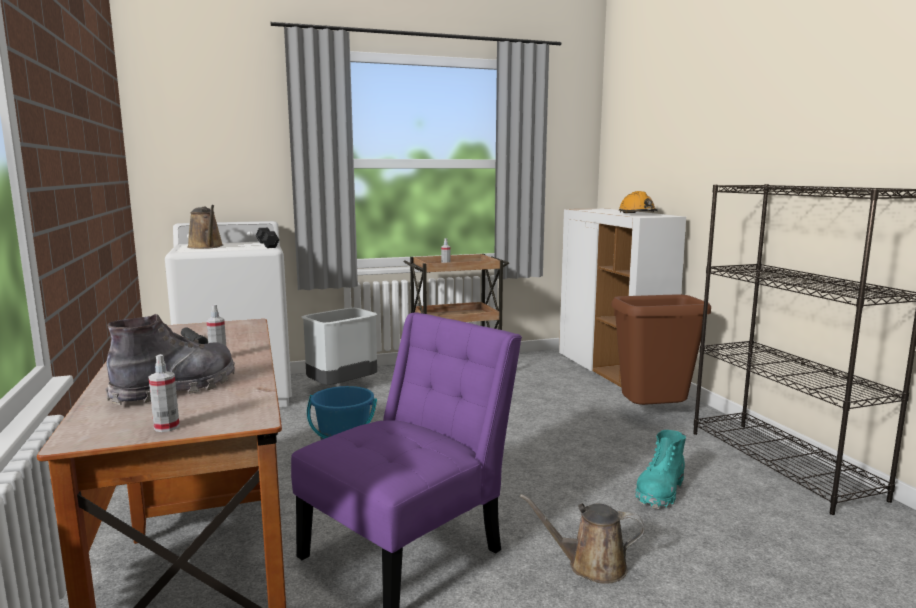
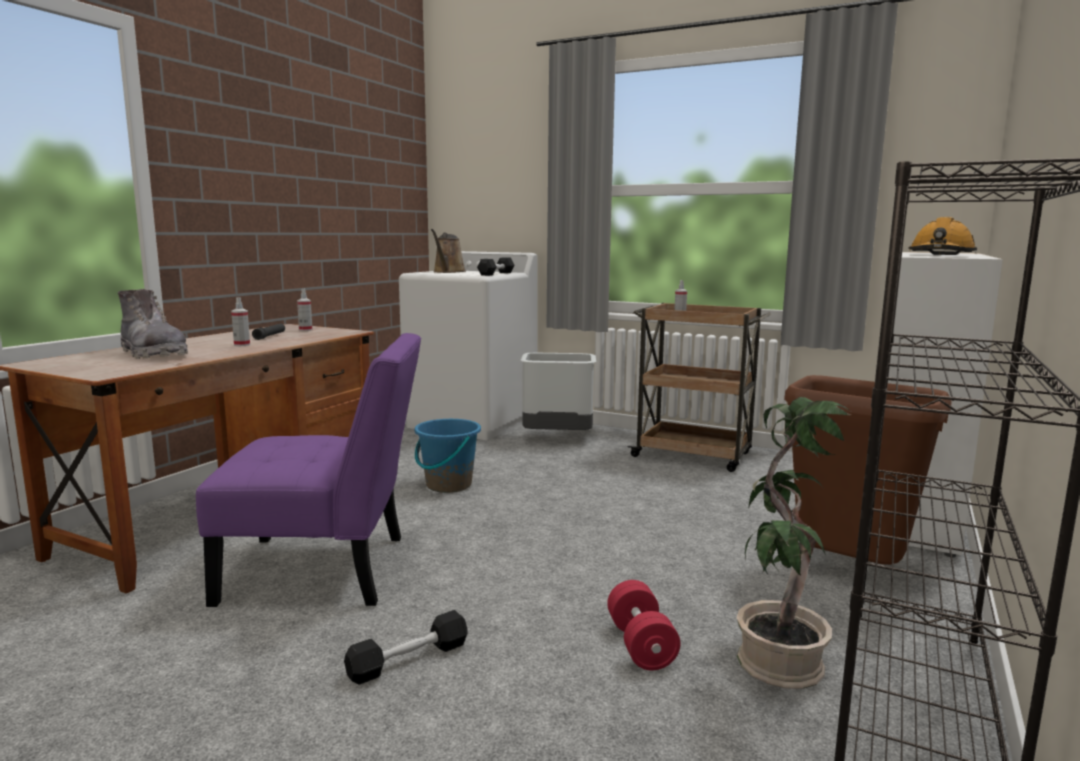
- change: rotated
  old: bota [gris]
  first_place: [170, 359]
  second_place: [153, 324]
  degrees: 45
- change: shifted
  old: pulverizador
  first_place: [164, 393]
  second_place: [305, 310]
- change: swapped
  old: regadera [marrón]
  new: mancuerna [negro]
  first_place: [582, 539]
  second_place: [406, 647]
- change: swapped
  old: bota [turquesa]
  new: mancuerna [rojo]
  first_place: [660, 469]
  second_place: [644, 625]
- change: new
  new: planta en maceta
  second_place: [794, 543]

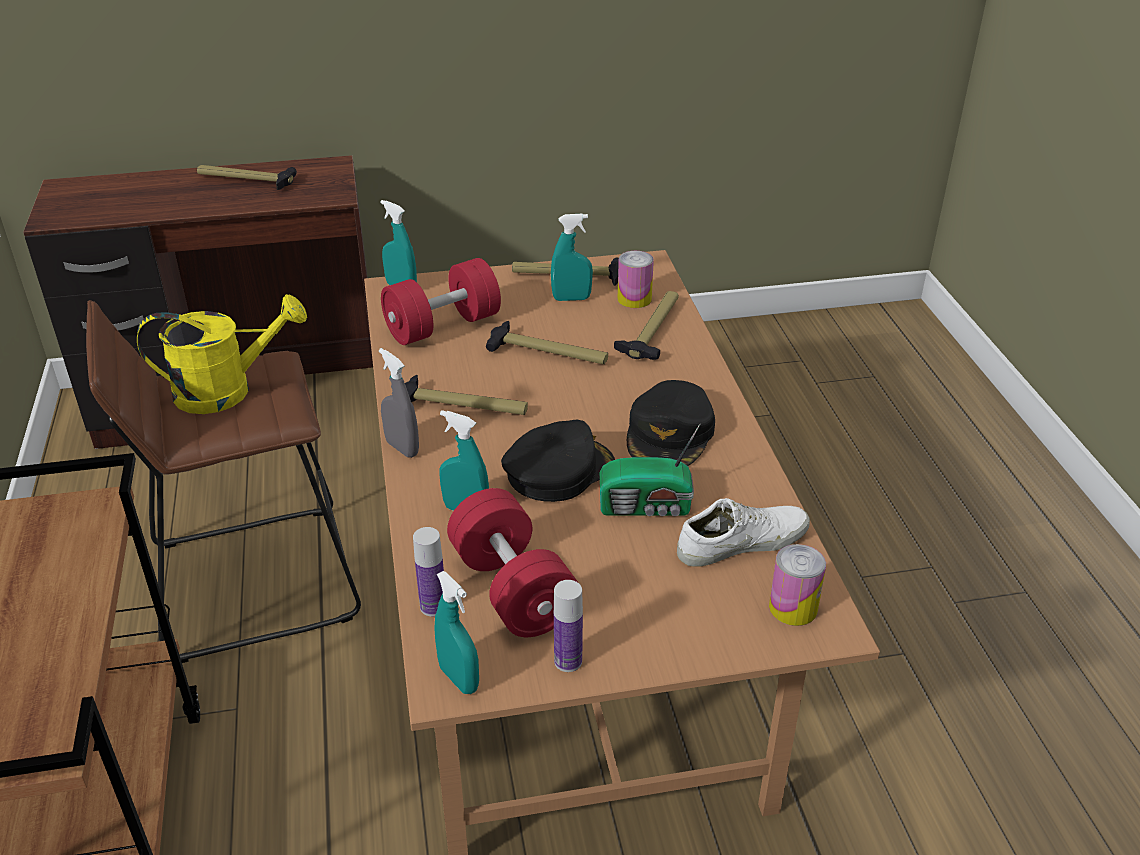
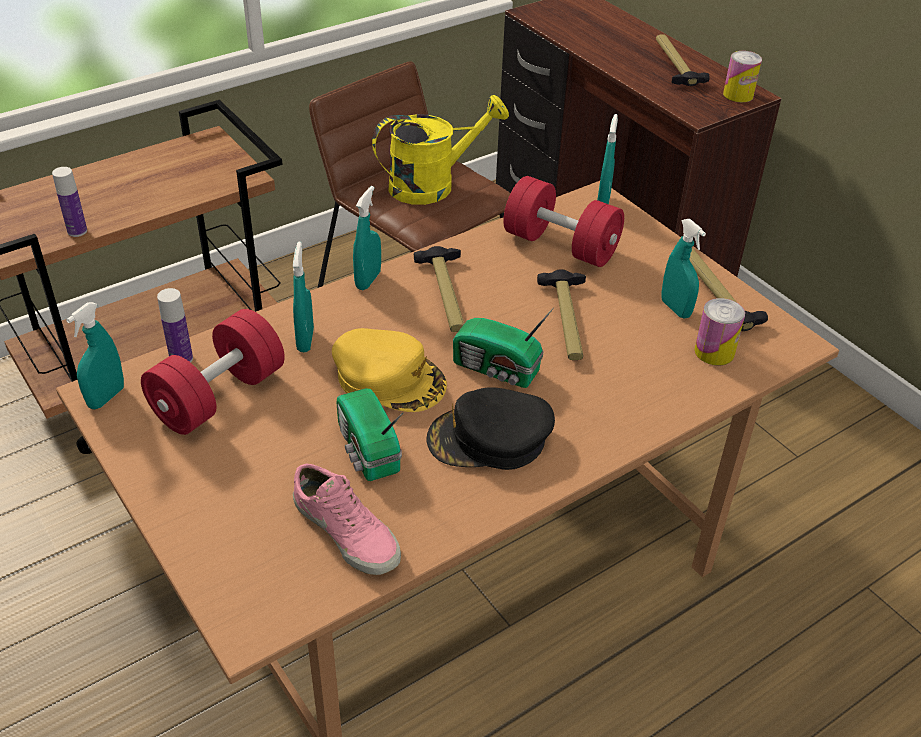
- change: shifted
  old: botella
  first_place: [568, 626]
  second_place: [69, 202]
- change: repainted
  old: zapato [blanco]
  new: zapato [rosa]
  first_place: [743, 532]
  second_place: [347, 519]
- change: repainted
  old: gorra [negro]
  new: gorra [amarillo]
  first_place: [558, 461]
  second_place: [389, 370]
- change: repainted
  old: pulverizador [gris]
  new: pulverizador [turquesa]
  first_place: [399, 403]
  second_place: [367, 238]
- change: rotated
  old: regadera [amarillo]
  first_place: [222, 354]
  second_place: [440, 150]
  degrees: -75
- change: new
  new: radio
  second_place: [503, 347]
- change: shifted
  old: lata
  first_place: [797, 585]
  second_place: [742, 76]
- change: gone
  old: martillo
  first_place: [646, 325]

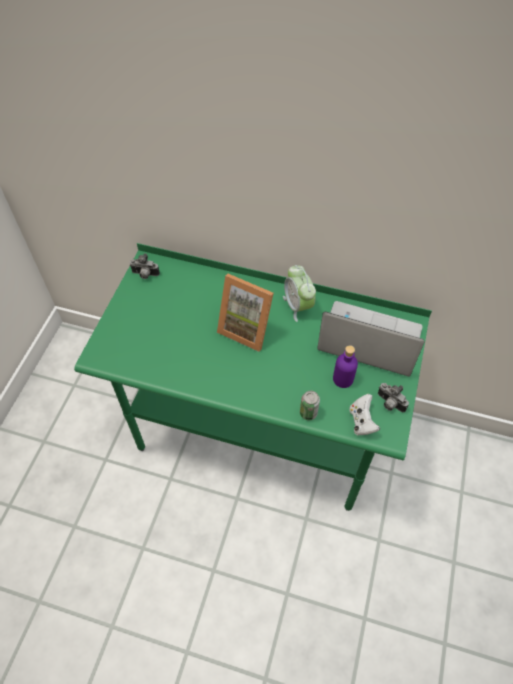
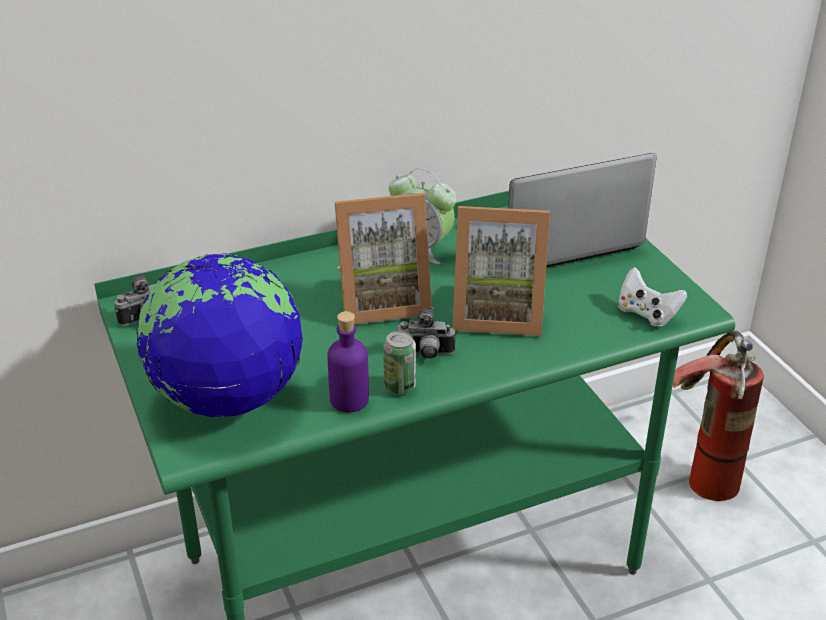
- change: new
  new: globo terráqueo
  second_place: [219, 335]
- change: shifted
  old: botella [morado]
  first_place: [345, 366]
  second_place: [348, 361]
- change: shifted
  old: lata
  first_place: [310, 405]
  second_place: [399, 362]
- change: shifted
  old: cámara
  first_place: [393, 397]
  second_place: [426, 332]
- change: new
  new: portarretratos
  second_place: [501, 271]
- change: new
  new: extintor
  second_place: [718, 416]

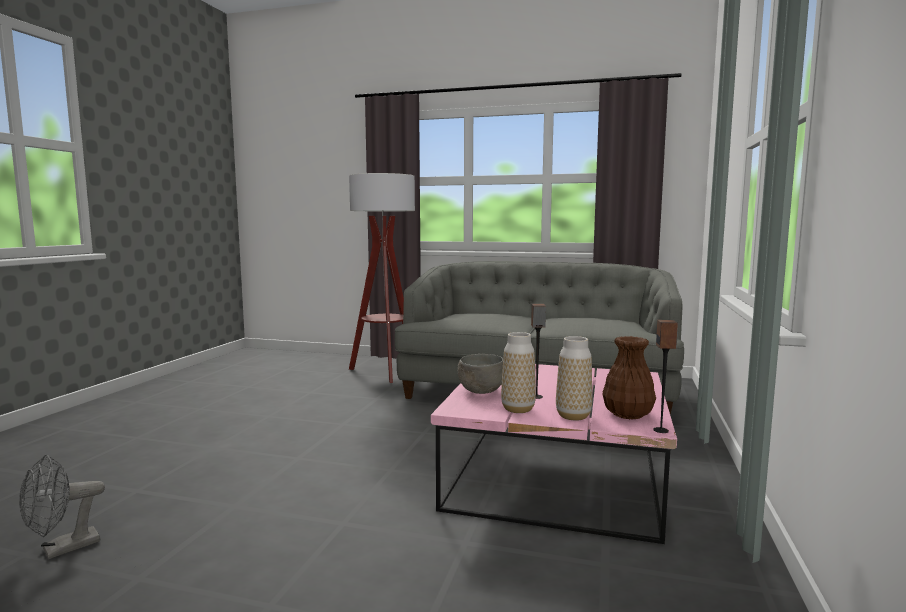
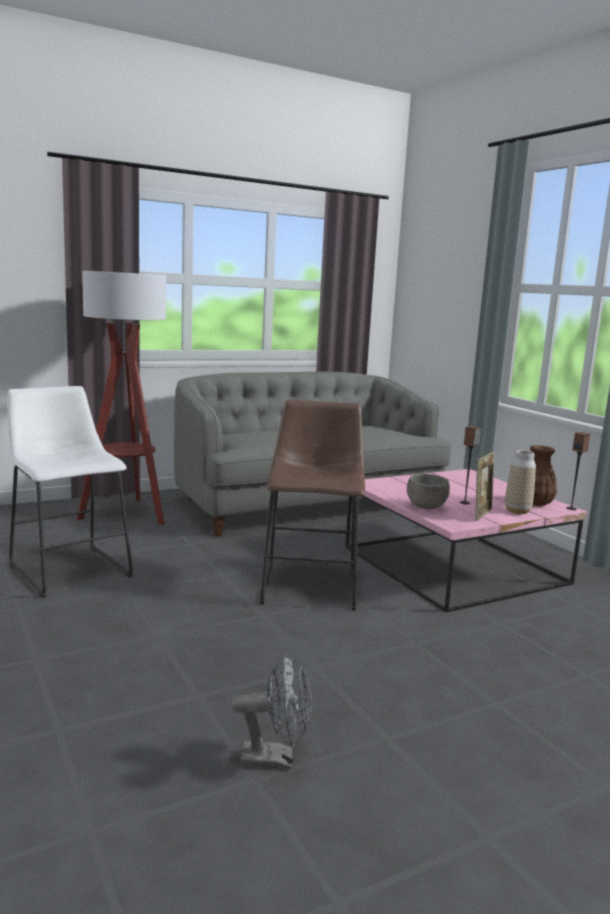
- change: new
  new: taburete [blanco]
  second_place: [70, 492]
- change: rotated
  old: ventilador [gris]
  first_place: [62, 507]
  second_place: [271, 711]
  degrees: -90
- change: new
  new: taburete [marrón]
  second_place: [312, 505]
- change: swapped
  old: florero
  new: portarretratos
  first_place: [518, 372]
  second_place: [484, 486]

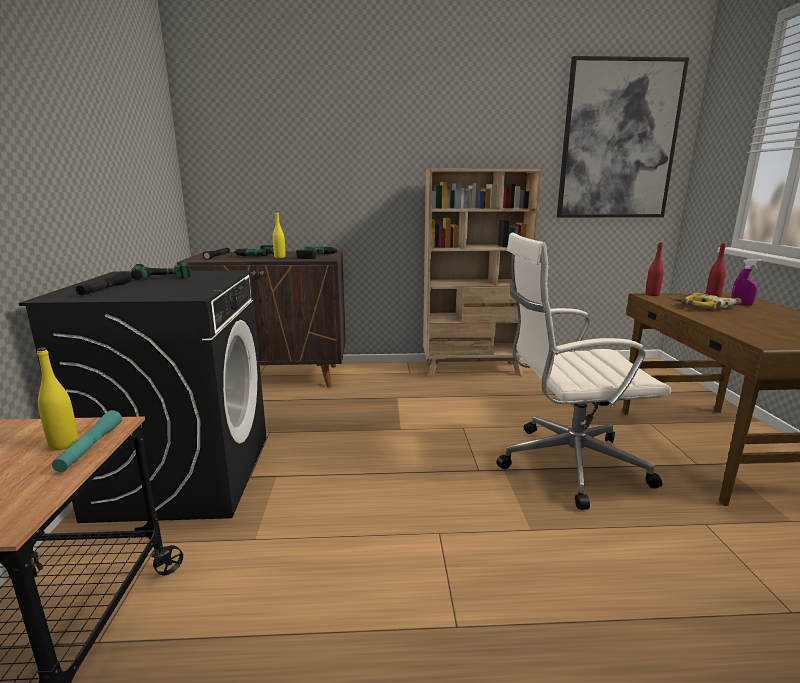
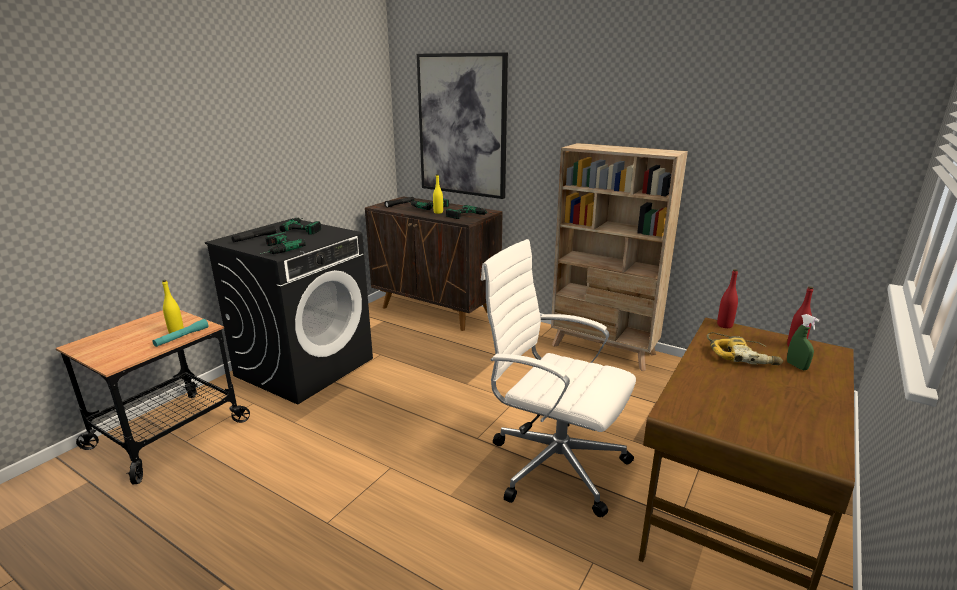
- change: new
  new: taladro
  second_place: [283, 243]
- change: shifted
  old: cuadro
  first_place: [623, 137]
  second_place: [462, 125]
- change: repainted
  old: pulverizador [morado]
  new: pulverizador [verde]
  first_place: [746, 282]
  second_place: [803, 342]

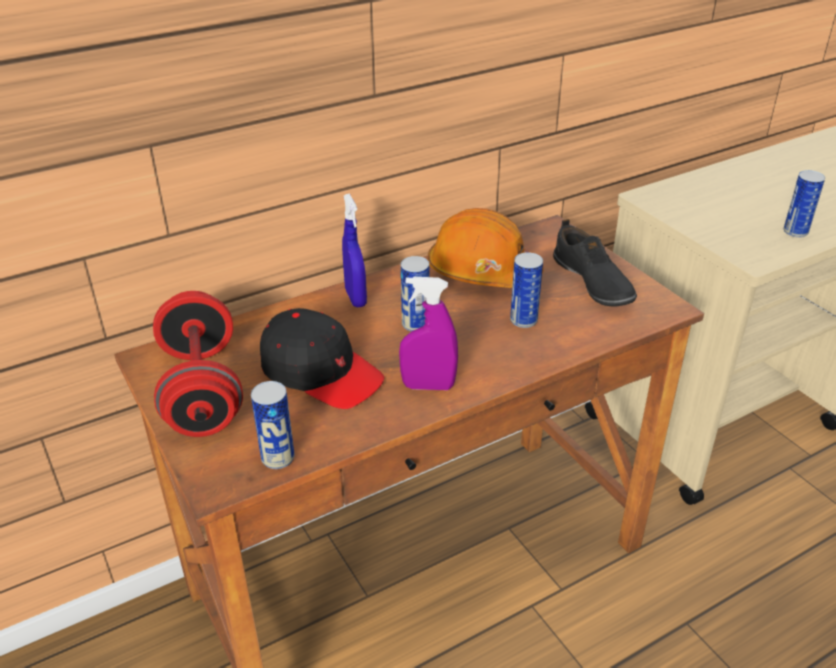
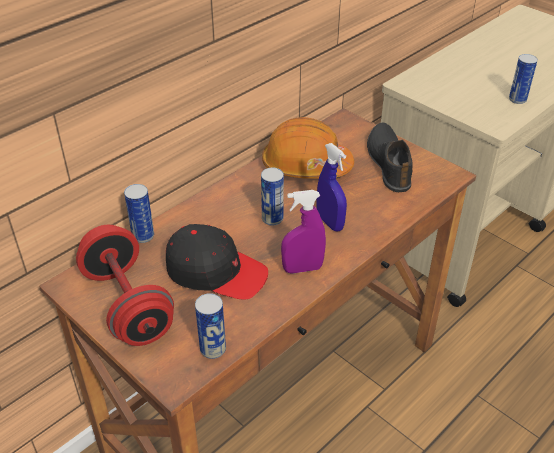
- change: shifted
  old: lata
  first_place: [526, 290]
  second_place: [139, 213]
- change: shifted
  old: pulverizador [azul]
  first_place: [354, 251]
  second_place: [332, 187]
- change: rotated
  old: zapato [negro]
  first_place: [595, 263]
  second_place: [390, 157]
  degrees: -150

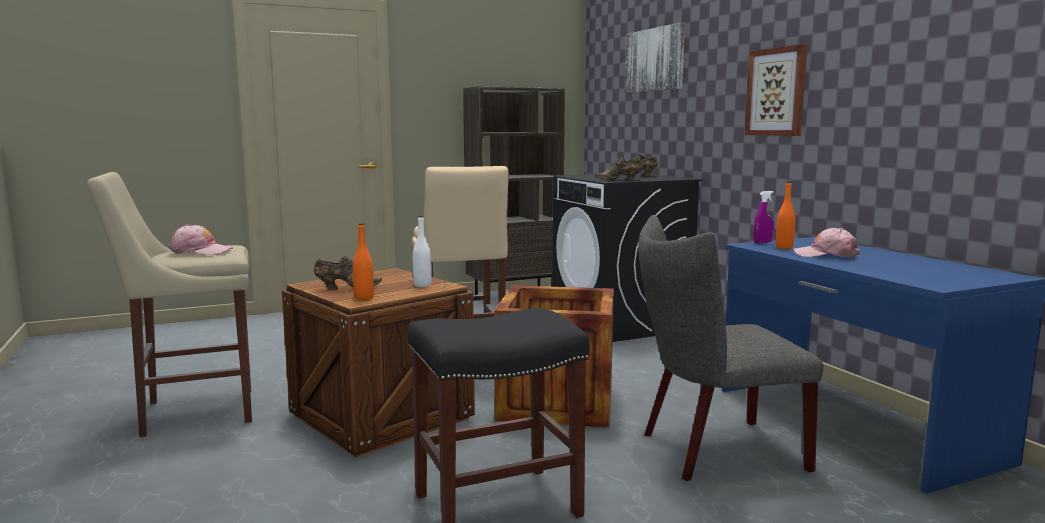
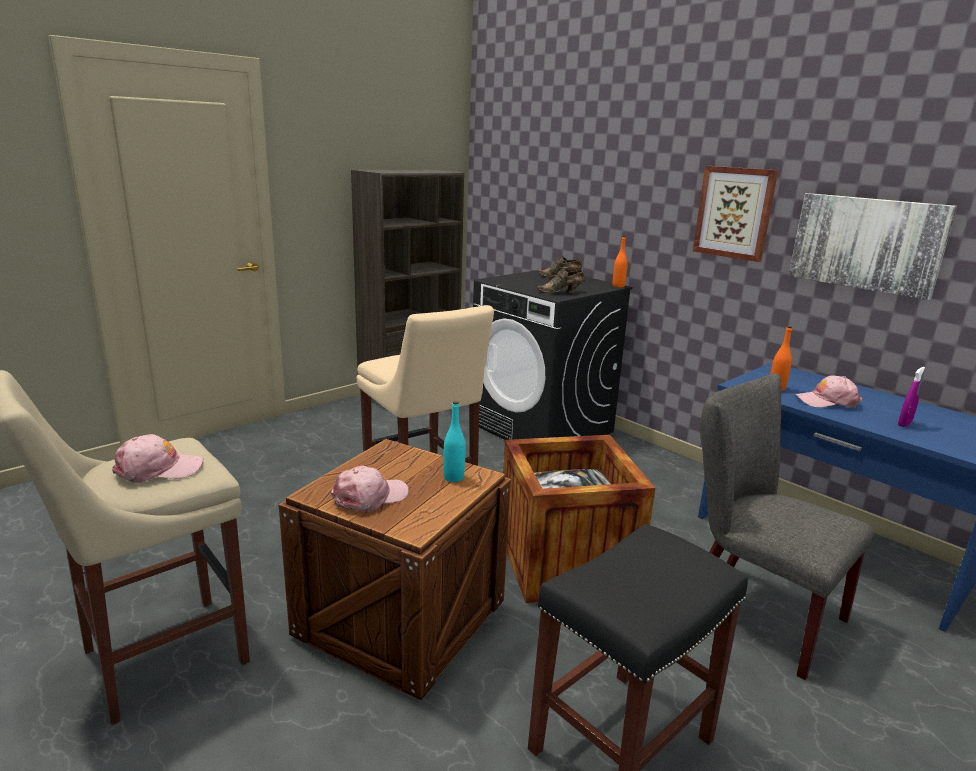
- change: swapped
  old: zapato [marrón]
  new: gorra [rosa]
  first_place: [348, 273]
  second_place: [369, 489]
- change: repainted
  old: botella [blanco]
  new: botella [turquesa]
  first_place: [422, 251]
  second_place: [454, 441]
- change: shifted
  old: botella [naranja]
  first_place: [363, 262]
  second_place: [620, 261]
- change: rotated
  old: silla [gris]
  first_place: [730, 348]
  second_place: [787, 526]
  degrees: 75
- change: shifted
  old: cuadro
  first_place: [655, 58]
  second_place: [872, 246]
- change: shifted
  old: pulverizador [morado]
  first_place: [764, 217]
  second_place: [911, 397]

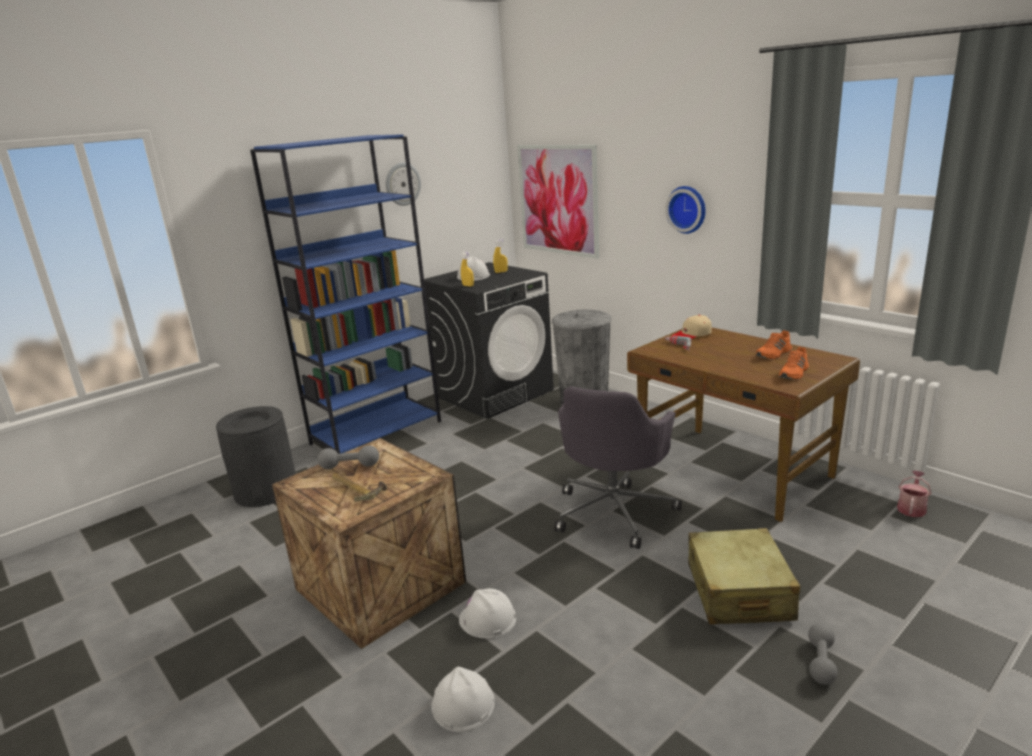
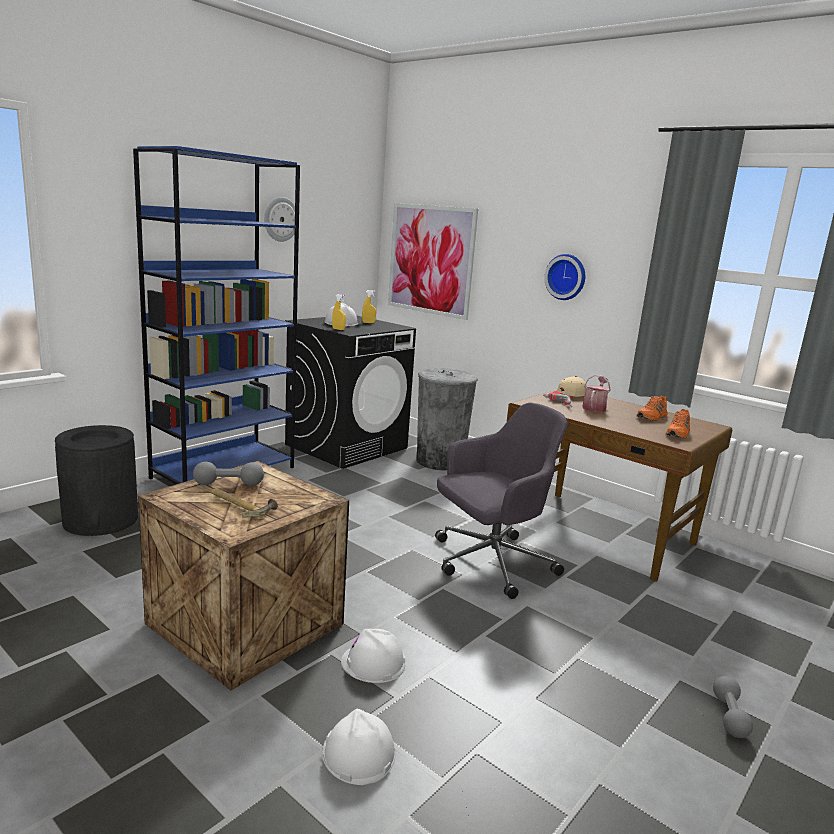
- change: rotated
  old: silla de oficina [gris]
  first_place: [618, 467]
  second_place: [501, 501]
  degrees: -135
- change: shifted
  old: regadera
  first_place: [914, 494]
  second_place: [596, 393]
- change: gone
  old: maleta [beis]
  first_place: [744, 576]

